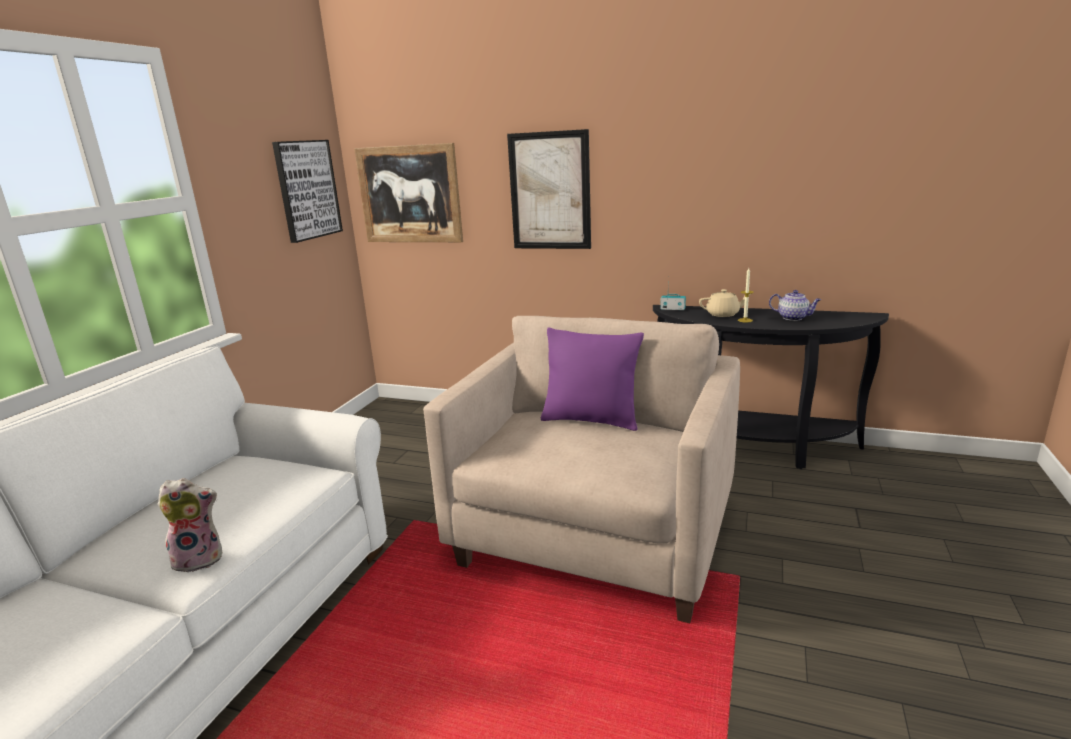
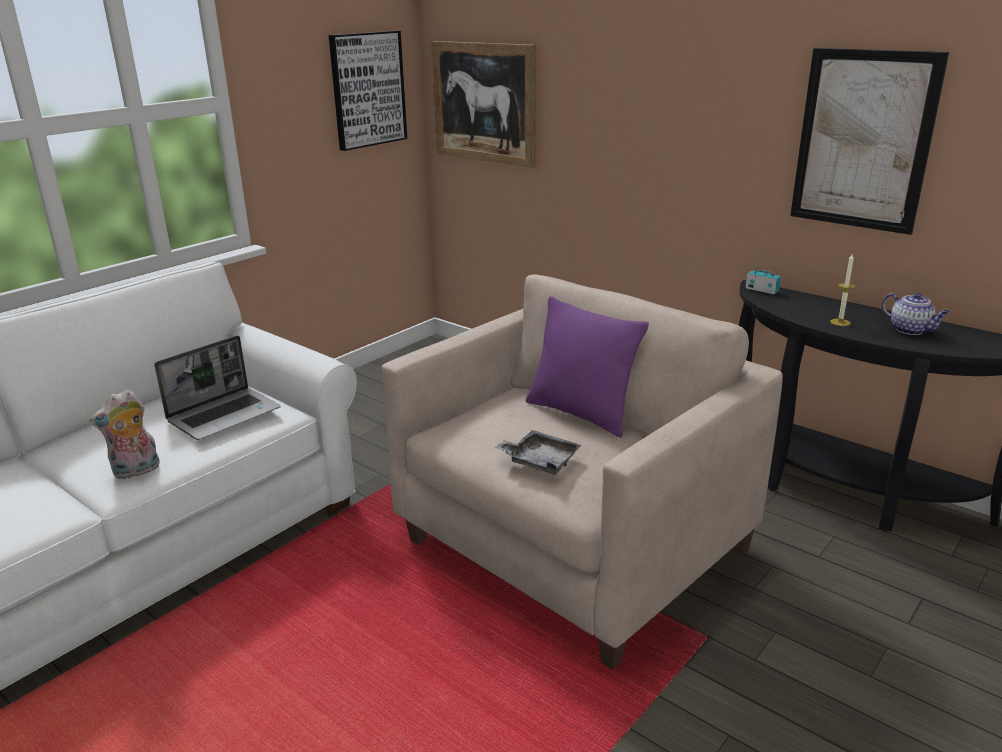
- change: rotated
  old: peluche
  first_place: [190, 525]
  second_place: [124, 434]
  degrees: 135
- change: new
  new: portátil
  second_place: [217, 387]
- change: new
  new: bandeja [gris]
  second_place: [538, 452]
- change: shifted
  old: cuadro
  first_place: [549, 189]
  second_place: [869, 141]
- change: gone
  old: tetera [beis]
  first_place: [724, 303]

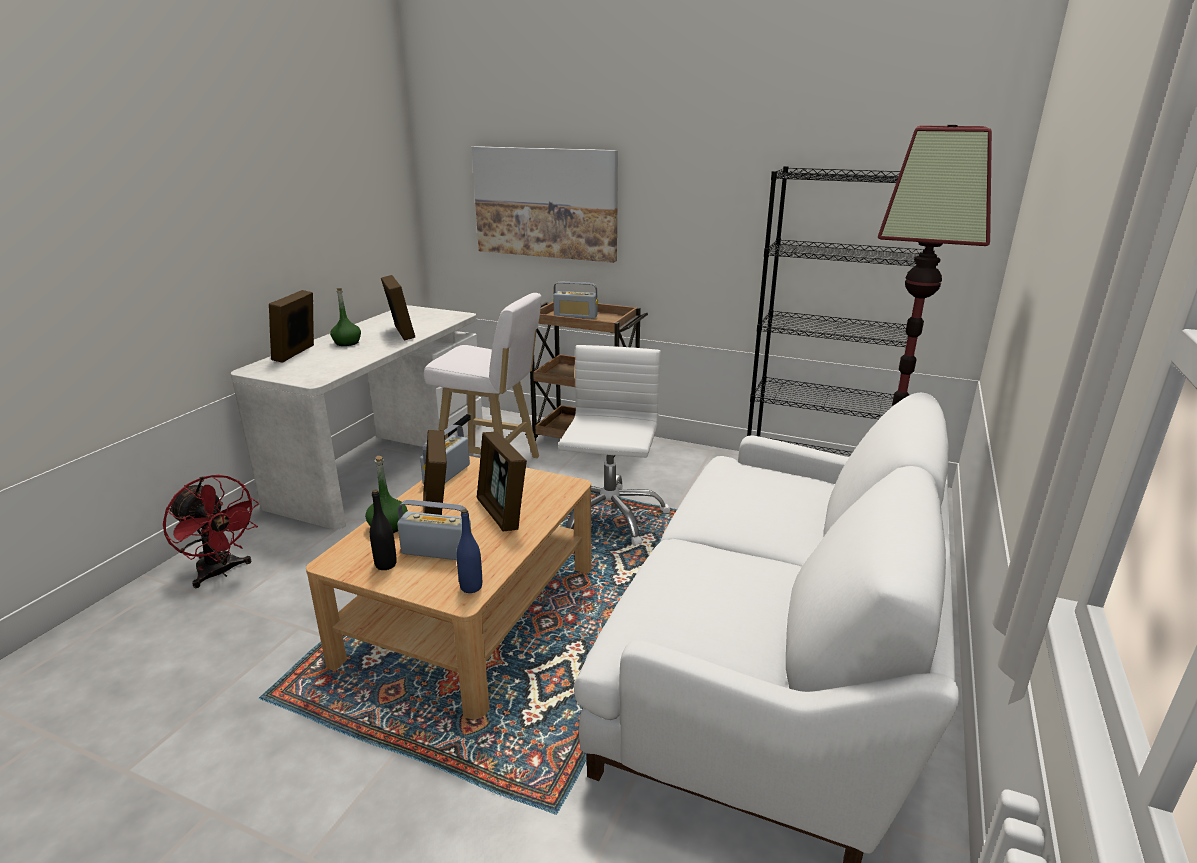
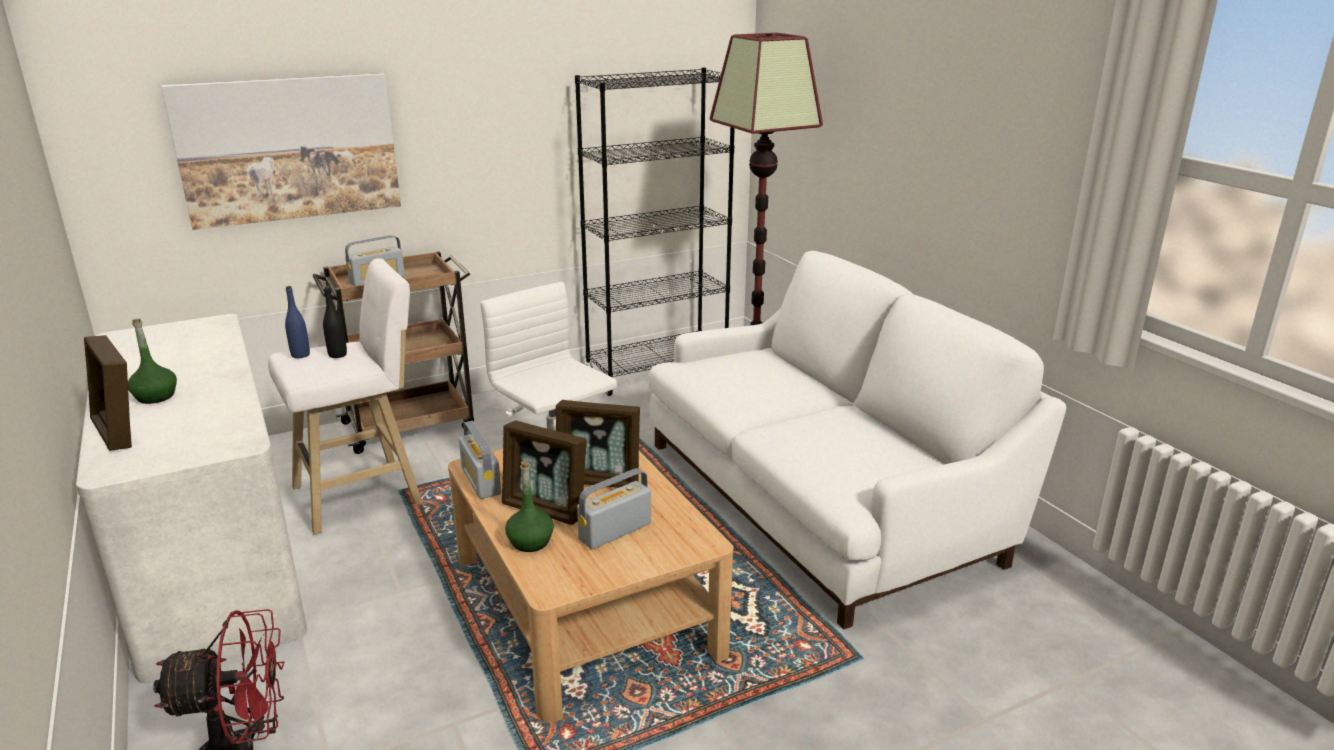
- change: shifted
  old: botella [azul]
  first_place: [469, 551]
  second_place: [297, 322]
- change: shifted
  old: botella [negro]
  first_place: [383, 529]
  second_place: [335, 322]
- change: gone
  old: portarretratos
  first_place: [398, 308]

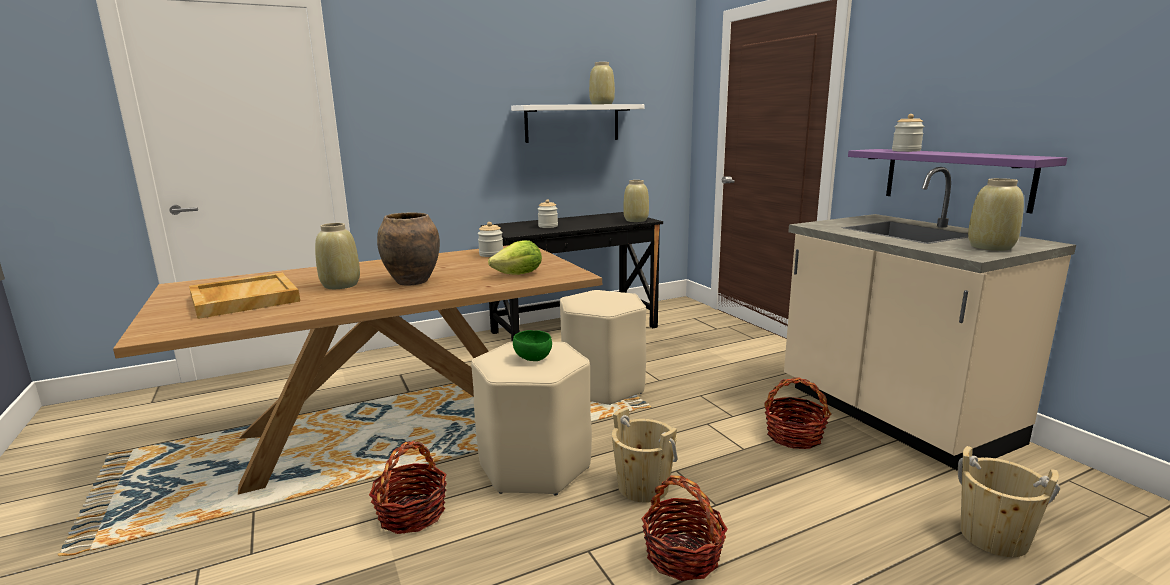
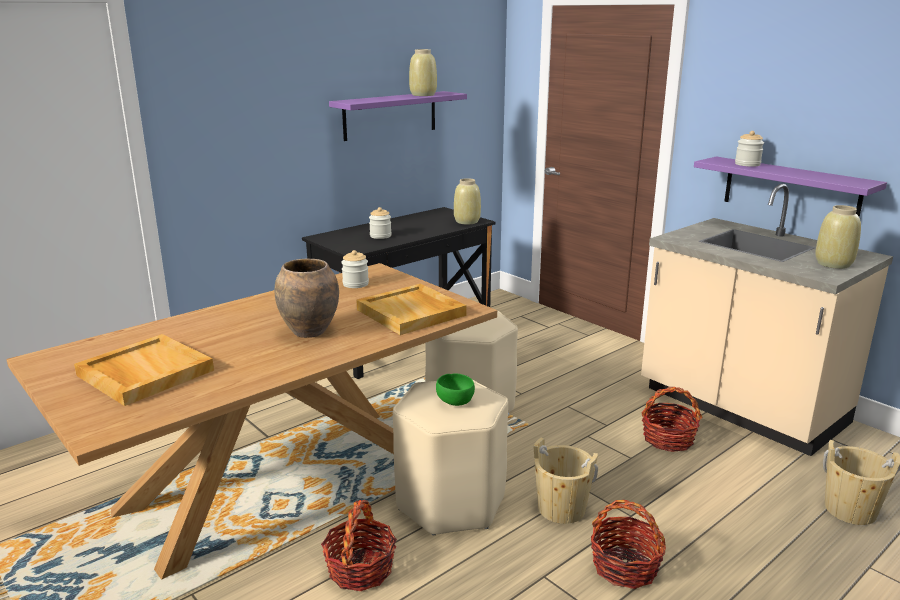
- change: repainted
  old: estante [blanco]
  new: estante [morado]
  first_place: [577, 123]
  second_place: [398, 116]
- change: swapped
  old: lechuga
  new: bandeja [beis]
  first_place: [515, 257]
  second_place: [411, 309]
- change: gone
  old: florero [beis]
  first_place: [337, 256]

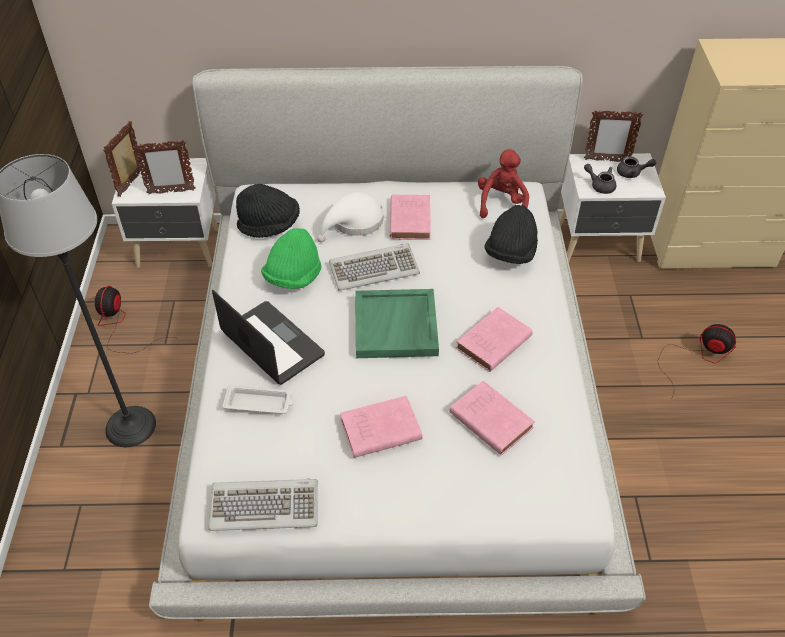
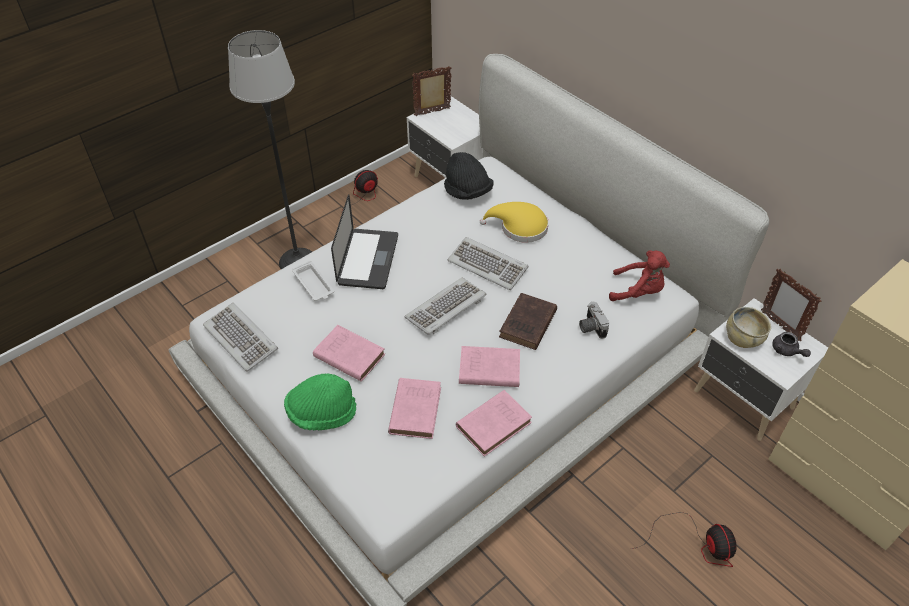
- change: shifted
  old: sombrero [verde]
  first_place: [291, 258]
  second_place: [320, 401]
- change: swapped
  old: bandeja [verde]
  new: teclado
  first_place: [397, 323]
  second_place: [446, 306]
- change: shifted
  old: libro [rosa]
  first_place: [410, 217]
  second_place: [494, 423]
- change: repainted
  old: sombrero [blanco]
  new: sombrero [amarillo]
  first_place: [350, 217]
  second_place: [514, 222]
- change: new
  new: libro [marrón]
  second_place: [528, 321]
- change: swapped
  old: sombrero [negro]
  new: cámara
  first_place: [511, 234]
  second_place: [594, 320]
- change: rotated
  old: peluche [rojo]
  first_place: [503, 183]
  second_place: [639, 275]
  degrees: 45
- change: swapped
  old: tetera [gris]
  new: cuenco [beis]
  first_place: [600, 179]
  second_place: [748, 327]
- change: gone
  old: portarretratos
  first_place: [164, 167]

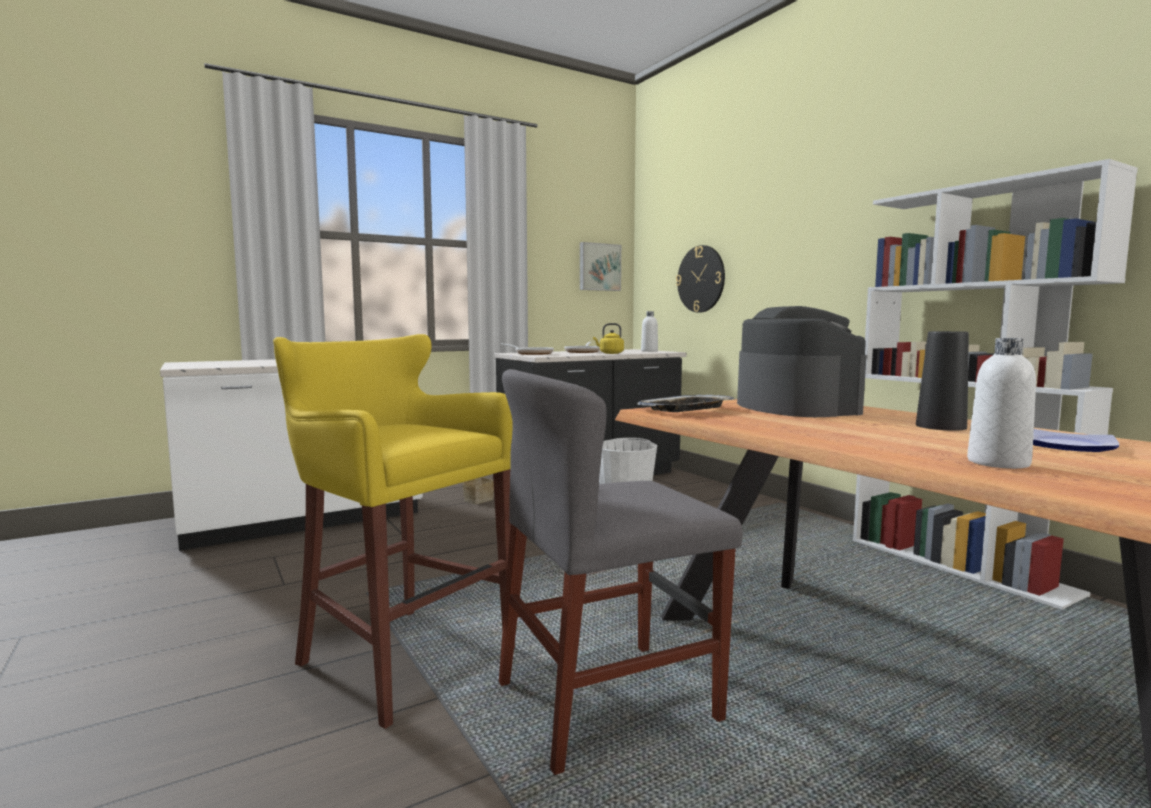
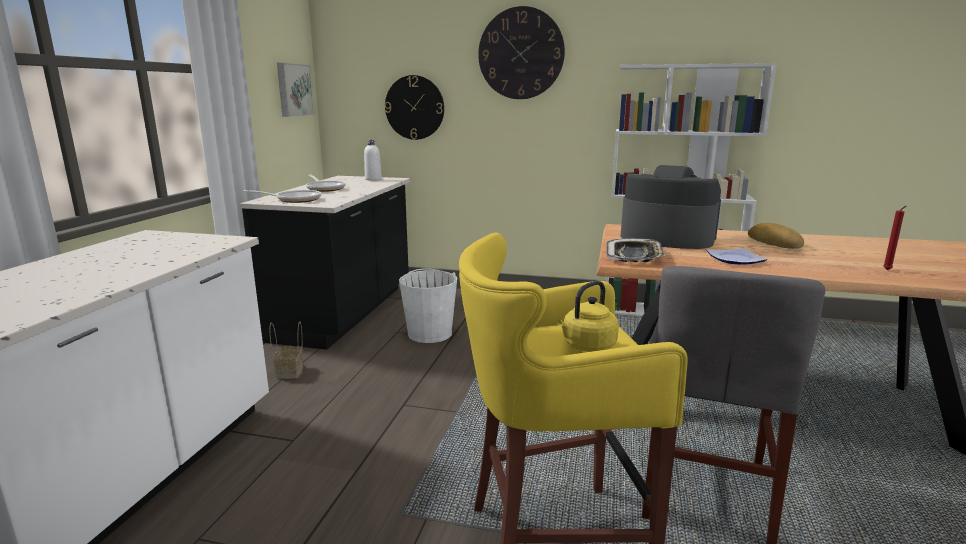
- change: new
  new: reloj de pared
  second_place: [521, 52]
- change: shifted
  old: hervidor [amarillo]
  first_place: [608, 338]
  second_place: [588, 316]
- change: shifted
  old: plato
  first_place: [1076, 440]
  second_place: [736, 256]
- change: swapped
  old: florero [negro]
  new: pan
  first_place: [942, 381]
  second_place: [776, 236]
- change: swapped
  old: botella [blanco]
  new: vela [rojo]
  first_place: [1001, 403]
  second_place: [894, 238]

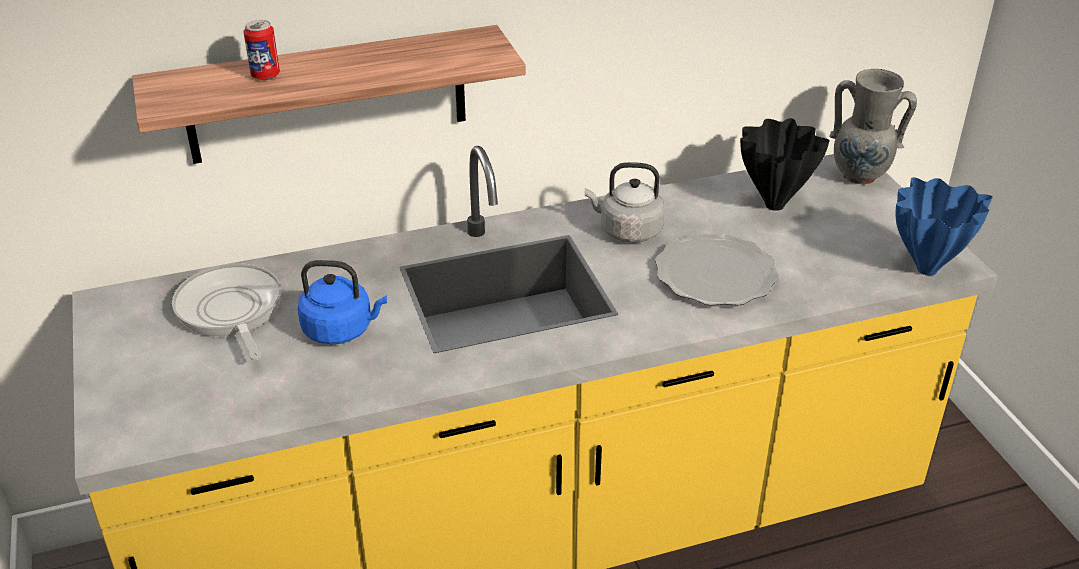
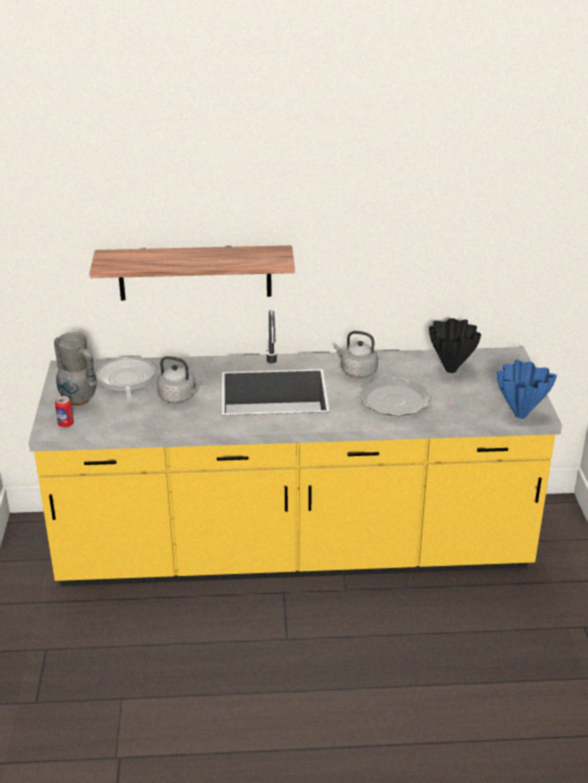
- change: shifted
  old: florero [gris]
  first_place: [873, 127]
  second_place: [75, 369]
- change: shifted
  old: lata
  first_place: [261, 50]
  second_place: [64, 411]
- change: repainted
  old: hervidor [azul]
  new: hervidor [gris]
  first_place: [342, 302]
  second_place: [180, 379]

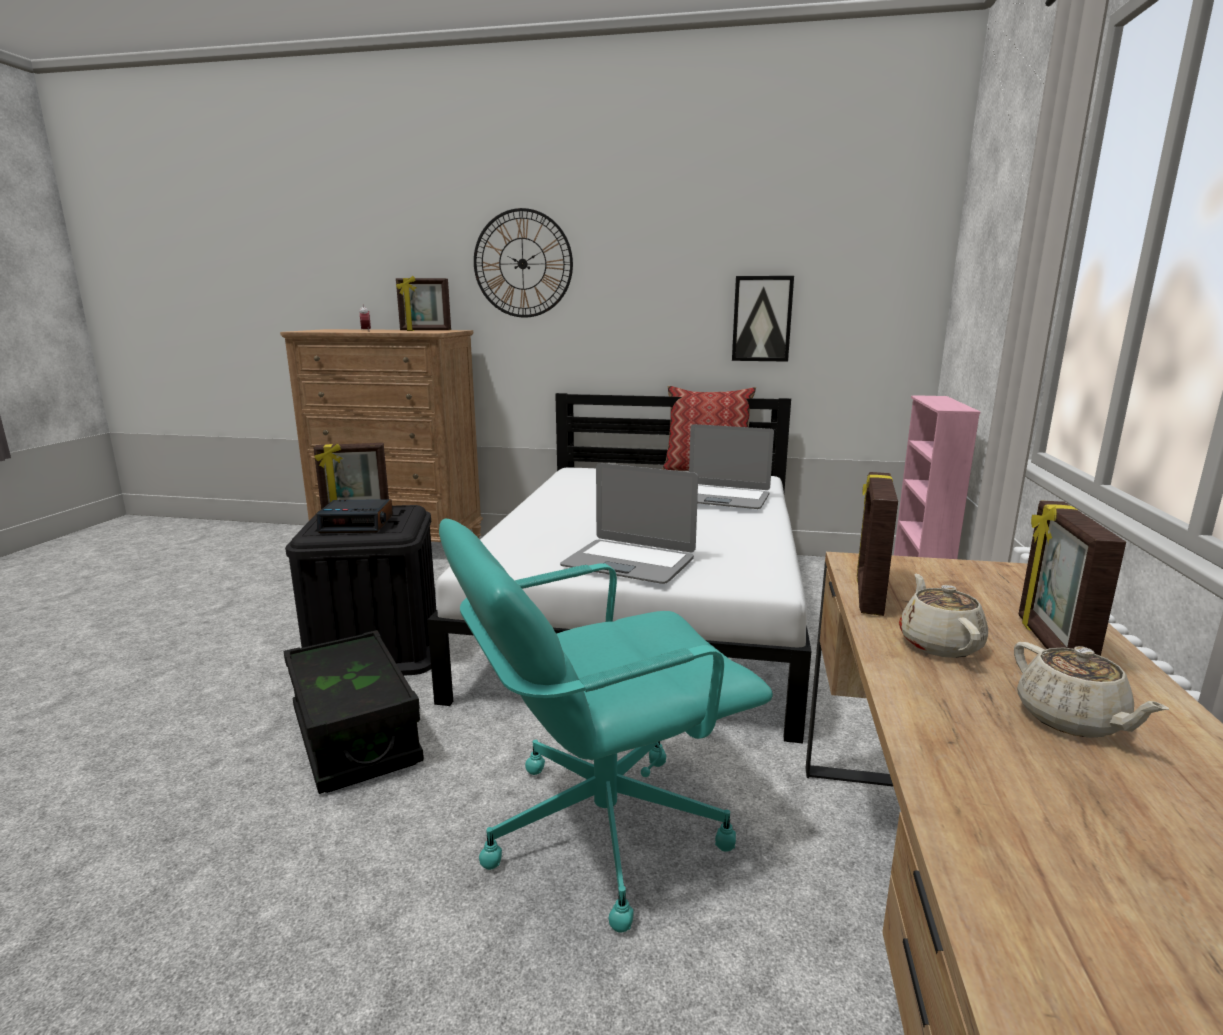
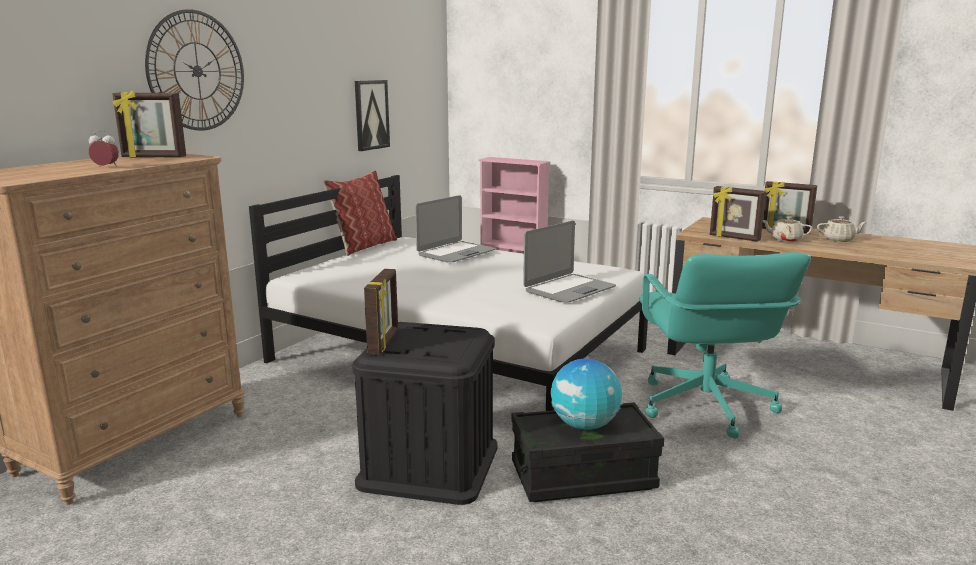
- change: rotated
  old: portarretratos
  first_place: [423, 303]
  second_place: [149, 124]
  degrees: 75
- change: new
  new: globo terráqueo
  second_place: [586, 394]
- change: gone
  old: despertador
  first_place: [355, 516]

